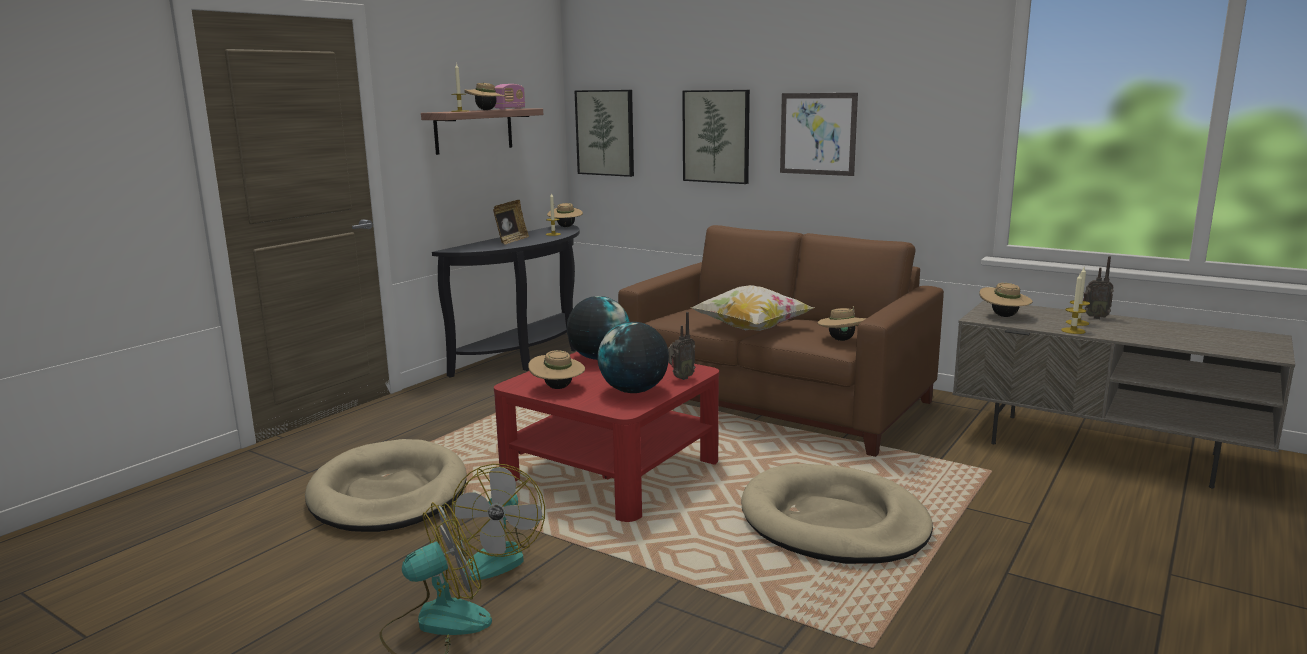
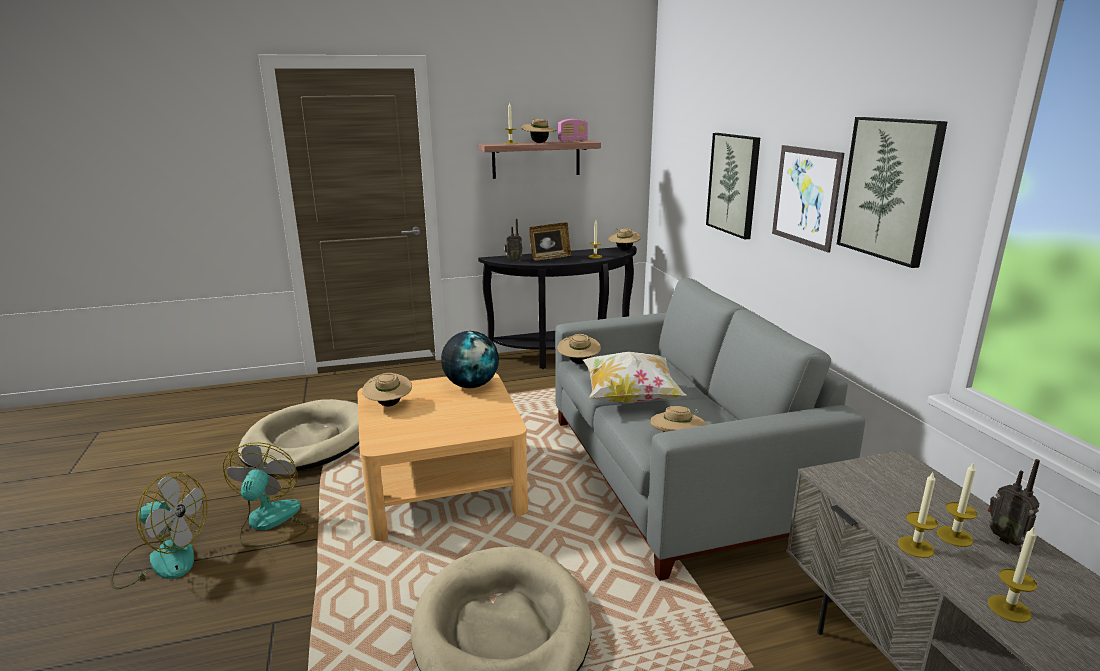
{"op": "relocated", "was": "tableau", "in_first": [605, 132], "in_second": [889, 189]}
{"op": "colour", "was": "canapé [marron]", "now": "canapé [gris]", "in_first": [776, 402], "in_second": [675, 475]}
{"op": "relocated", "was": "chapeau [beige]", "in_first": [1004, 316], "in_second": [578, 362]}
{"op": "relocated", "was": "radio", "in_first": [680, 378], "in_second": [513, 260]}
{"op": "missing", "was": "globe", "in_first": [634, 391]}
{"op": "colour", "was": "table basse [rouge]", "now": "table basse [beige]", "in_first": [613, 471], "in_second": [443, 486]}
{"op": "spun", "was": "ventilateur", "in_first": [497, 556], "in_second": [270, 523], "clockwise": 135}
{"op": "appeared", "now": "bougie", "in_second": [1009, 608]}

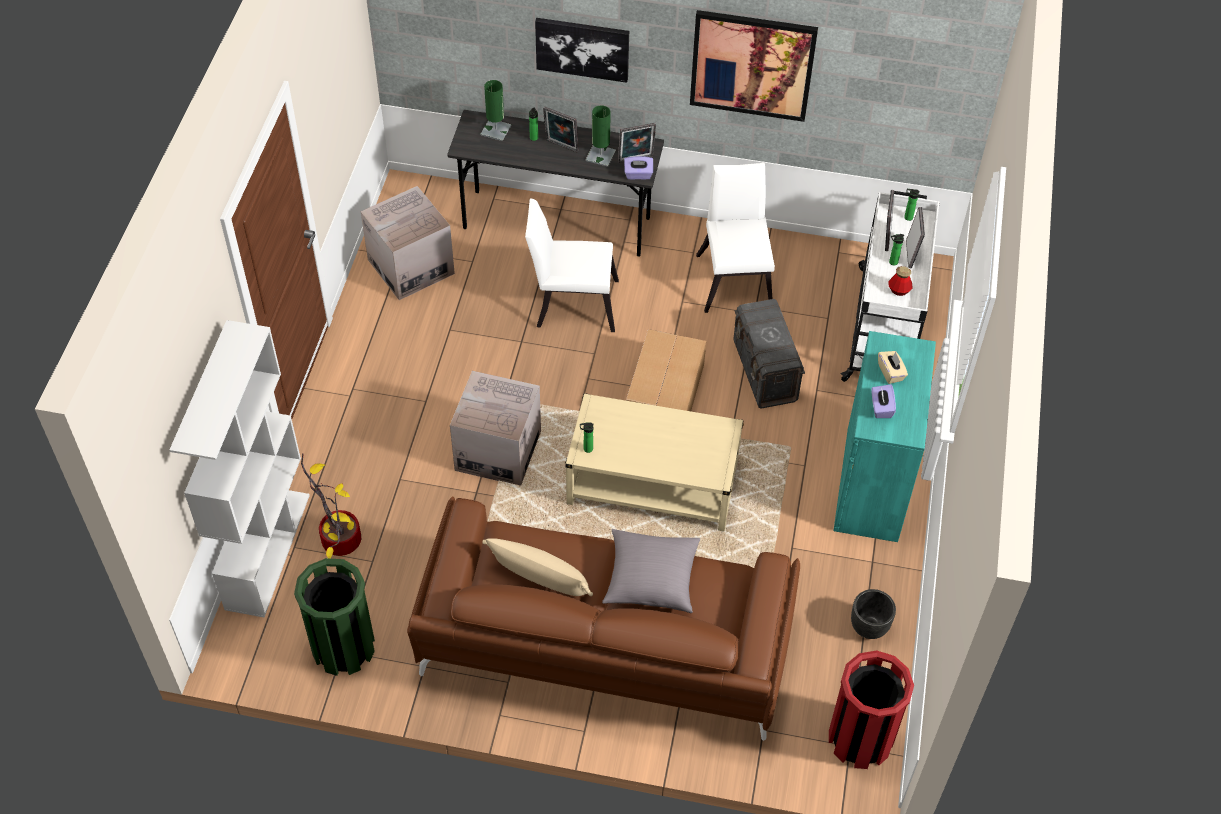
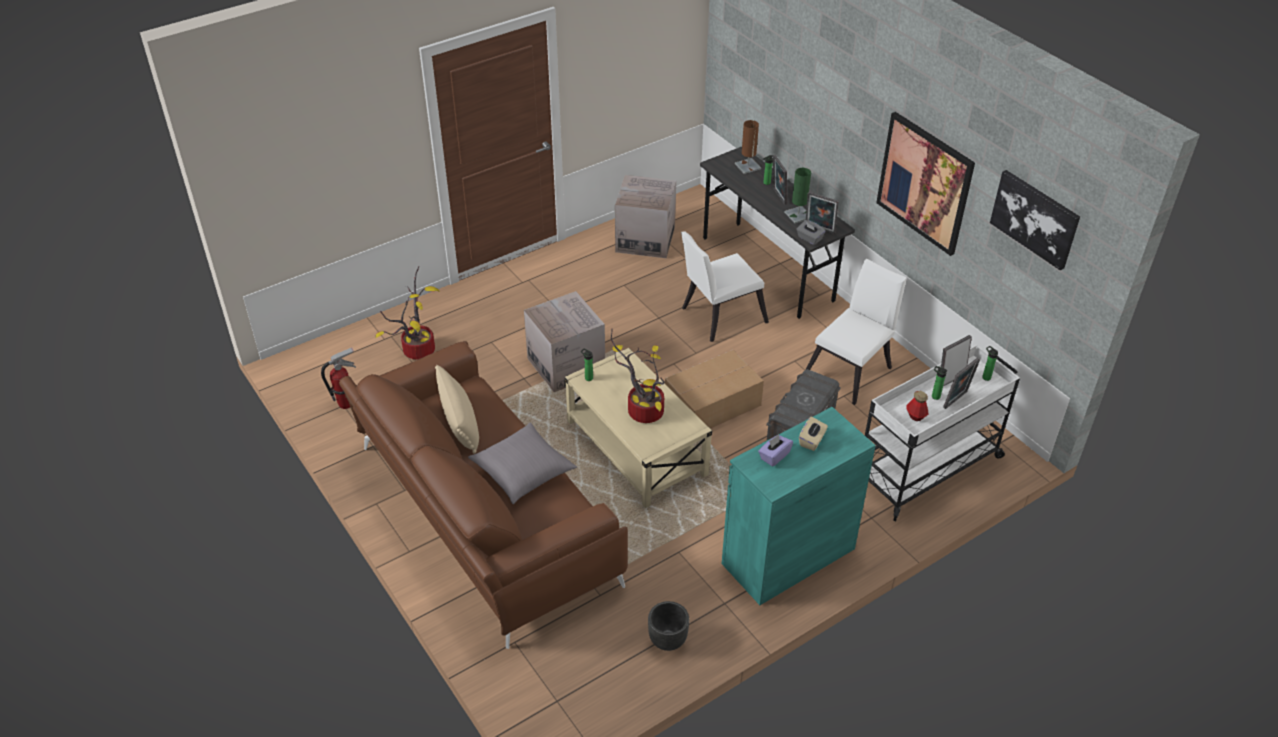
{"op": "relocated", "was": "tableau", "in_first": [582, 48], "in_second": [1035, 218]}
{"op": "colour", "was": "lampe de table [vert]", "now": "lampe de table [marron]", "in_first": [495, 130], "in_second": [747, 166]}
{"op": "colour", "was": "boîte à mouchoirs [violet]", "now": "boîte à mouchoirs [gris]", "in_first": [638, 175], "in_second": [809, 238]}
{"op": "spun", "was": "chaise [blanc]", "in_first": [571, 302], "in_second": [719, 316], "clockwise": -75}
{"op": "missing", "was": "bibliothèque [blanc]", "in_first": [267, 550]}
{"op": "exchanged", "was": "poubelle [vert]", "now": "extincteur", "in_first": [343, 648], "in_second": [346, 404]}
{"op": "missing", "was": "poubelle [rouge]", "in_first": [860, 739]}
{"op": "appeared", "now": "plante en pot", "in_second": [642, 411]}

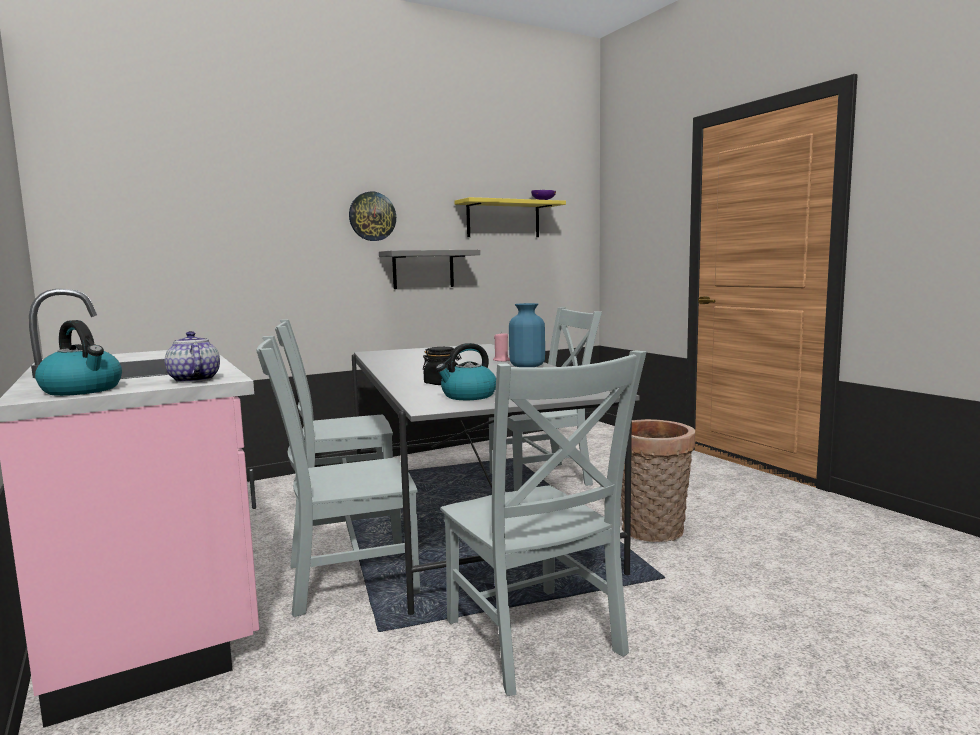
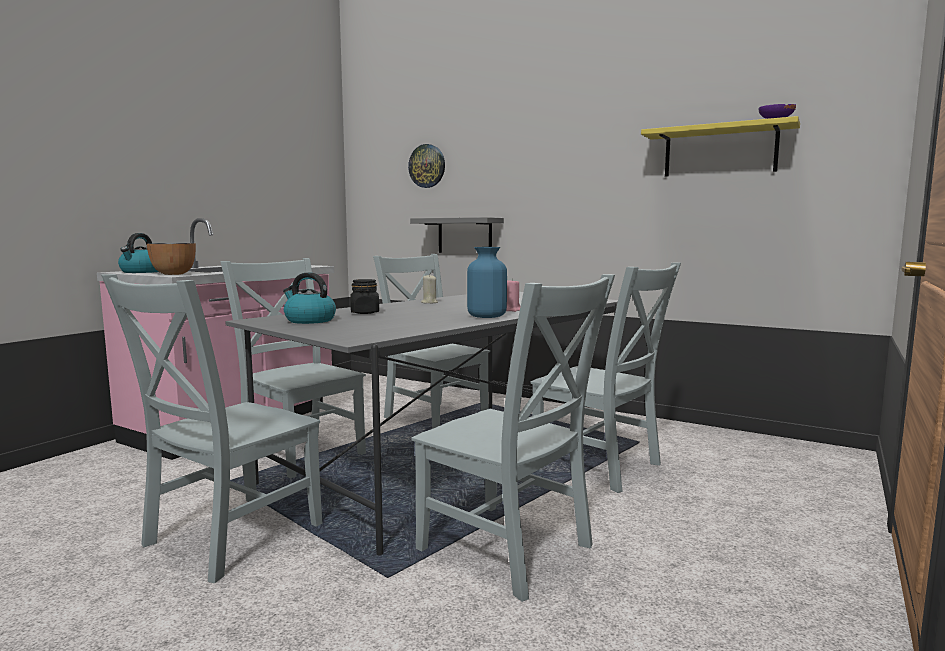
{"op": "relocated", "was": "horloge murale", "in_first": [372, 216], "in_second": [427, 166]}
{"op": "relocated", "was": "étagère [gris]", "in_first": [423, 269], "in_second": [465, 235]}
{"op": "exchanged", "was": "théière", "now": "bol", "in_first": [193, 380], "in_second": [174, 274]}
{"op": "exchanged", "was": "panier", "now": "chaise [gris]", "in_first": [652, 533], "in_second": [510, 551]}
{"op": "appeared", "now": "bougie [beige]", "in_second": [429, 302]}

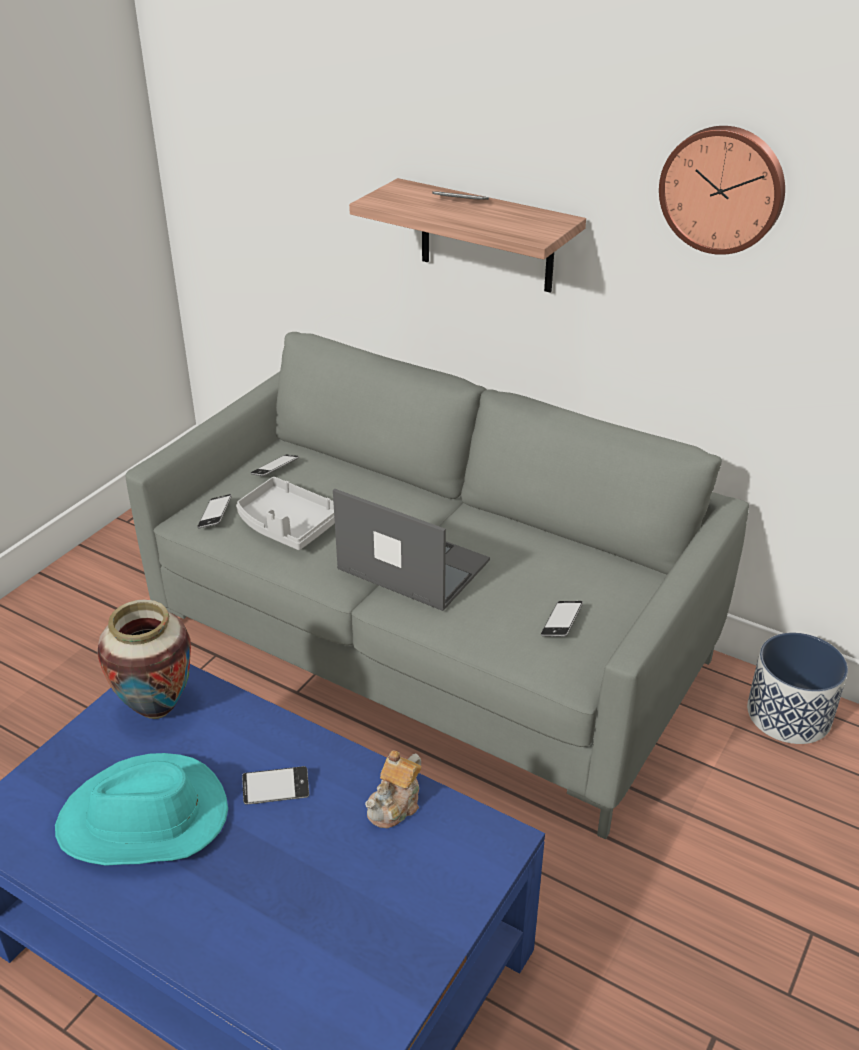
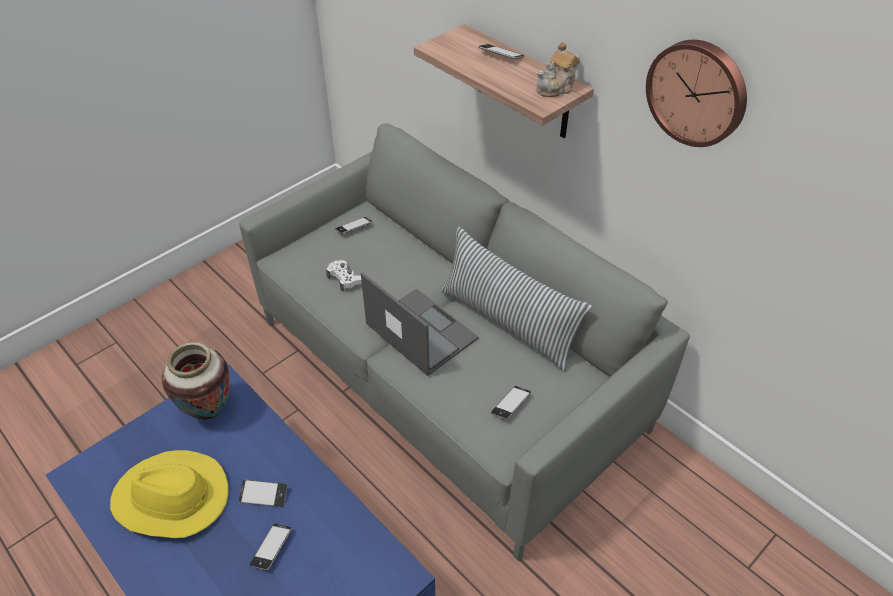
{"op": "exchanged", "was": "plateau [gris]", "now": "manette [blanc]", "in_first": [287, 525], "in_second": [345, 279]}
{"op": "relocated", "was": "téléphone", "in_first": [215, 515], "in_second": [272, 548]}
{"op": "missing", "was": "cache-pot", "in_first": [789, 715]}
{"op": "relocated", "was": "théière", "in_first": [395, 805], "in_second": [556, 88]}
{"op": "colour", "was": "chapeau [turquoise]", "now": "chapeau [jaune]", "in_first": [144, 820], "in_second": [171, 499]}
{"op": "appeared", "now": "coussin", "in_second": [508, 323]}

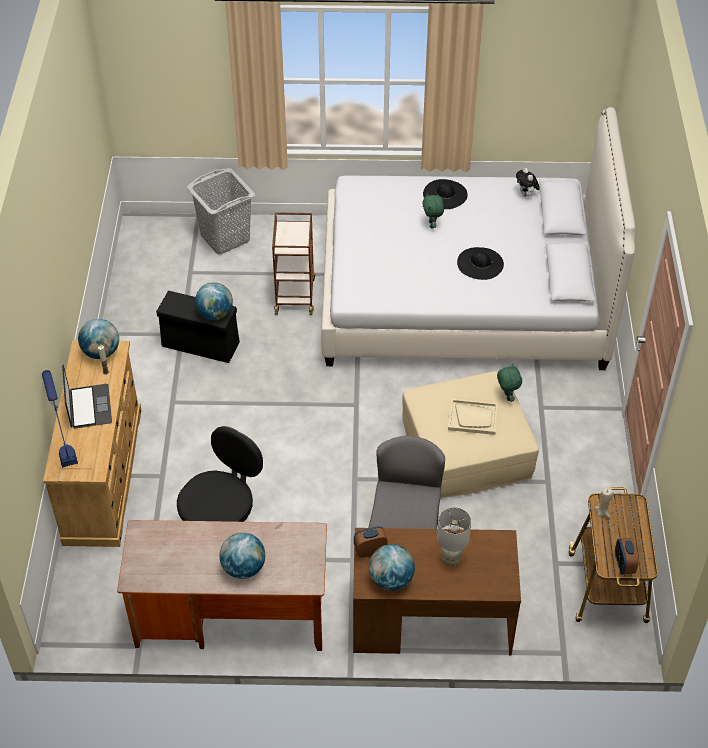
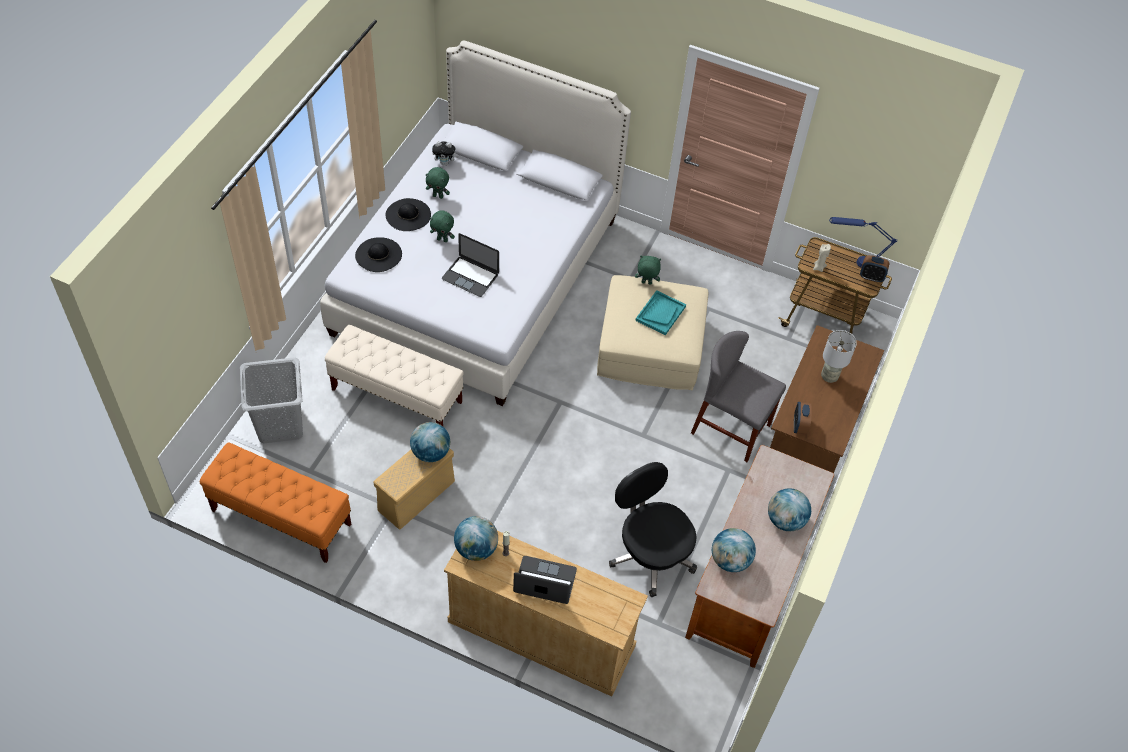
{"op": "exchanged", "was": "chariot [marron]", "now": "banc [beige]", "in_first": [295, 295], "in_second": [397, 396]}
{"op": "relocated", "was": "chapeau [noir]", "in_first": [480, 263], "in_second": [378, 255]}
{"op": "colour", "was": "boîte de rangement [noir]", "now": "boîte de rangement [beige]", "in_first": [199, 344], "in_second": [415, 496]}
{"op": "relocated", "was": "lampe de table [bleu]", "in_first": [64, 444], "in_second": [853, 262]}
{"op": "colour", "was": "plateau [beige]", "now": "plateau [turquoise]", "in_first": [473, 418], "in_second": [660, 313]}
{"op": "relocated", "was": "globe", "in_first": [391, 579], "in_second": [730, 560]}
{"op": "appeared", "now": "peluche [vert]", "in_second": [438, 196]}
{"op": "appeared", "now": "ordinateur portable", "in_second": [470, 276]}
{"op": "appeared", "now": "banc [orange]", "in_second": [281, 518]}

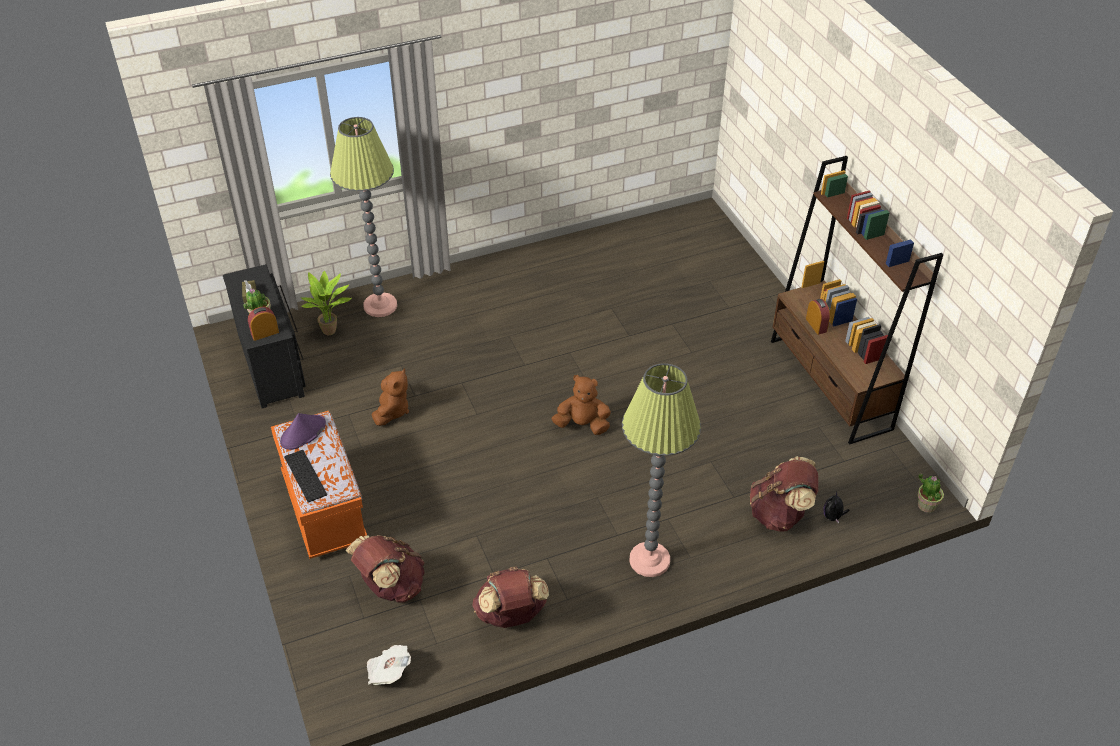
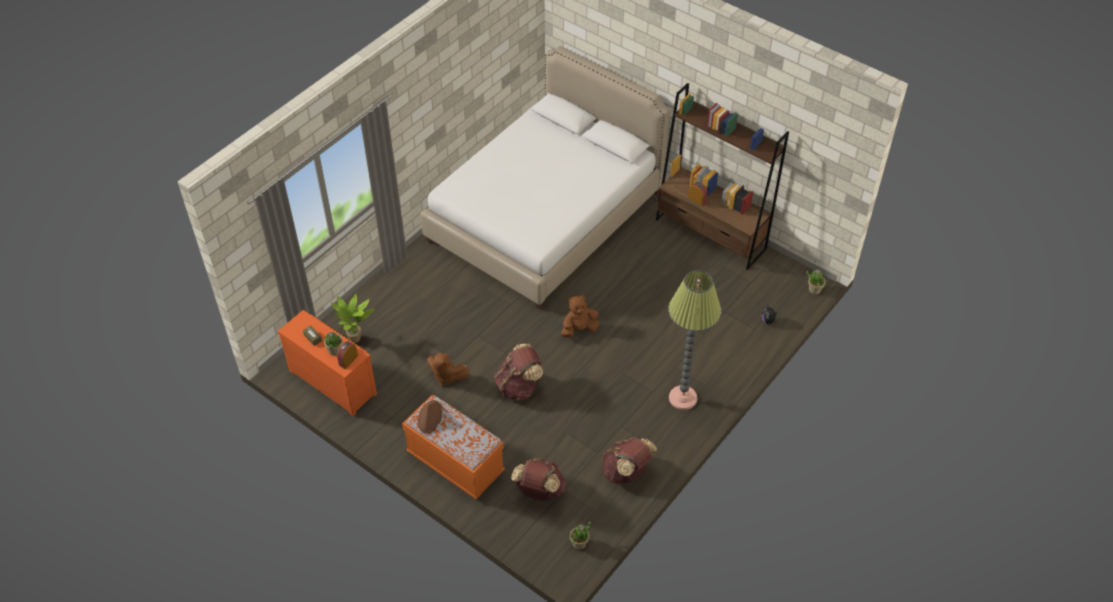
{"op": "missing", "was": "lampadaire", "in_first": [380, 305]}
{"op": "colour", "was": "commode [noir]", "now": "commode [orange]", "in_first": [273, 364], "in_second": [334, 380]}
{"op": "spun", "was": "peluche [marron]", "in_first": [392, 411], "in_second": [446, 376], "clockwise": 135}
{"op": "colour", "was": "chapeau [violet]", "now": "chapeau [marron]", "in_first": [303, 433], "in_second": [430, 417]}
{"op": "missing", "was": "clavier", "in_first": [304, 476]}
{"op": "relocated", "was": "sac à dos [marron]", "in_first": [780, 514], "in_second": [519, 386]}
{"op": "exchanged", "was": "journal", "now": "plante en pot", "in_first": [388, 671], "in_second": [579, 543]}
{"op": "appeared", "now": "lit [blanc]", "in_second": [545, 216]}

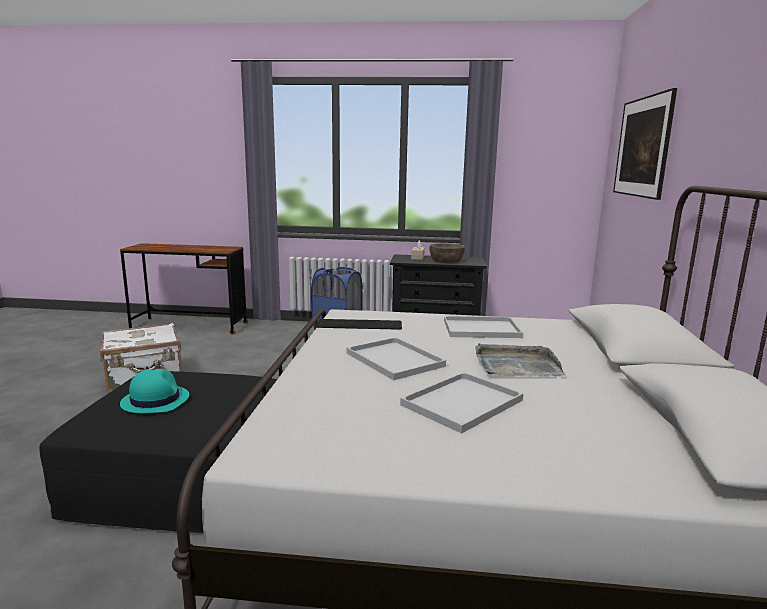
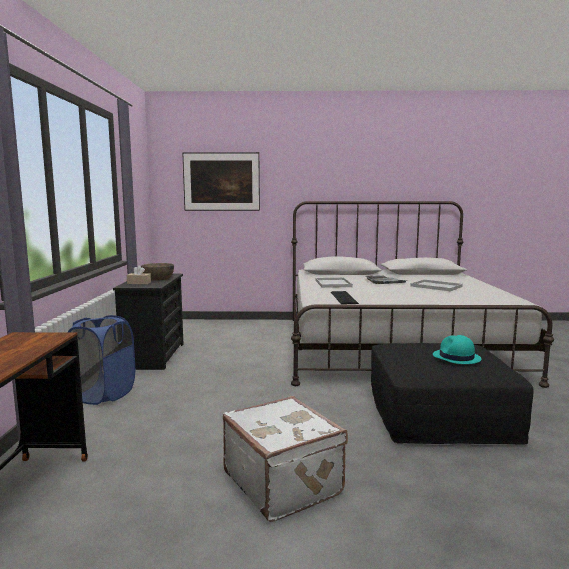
{"op": "missing", "was": "plateau [blanc]", "in_first": [396, 360]}

